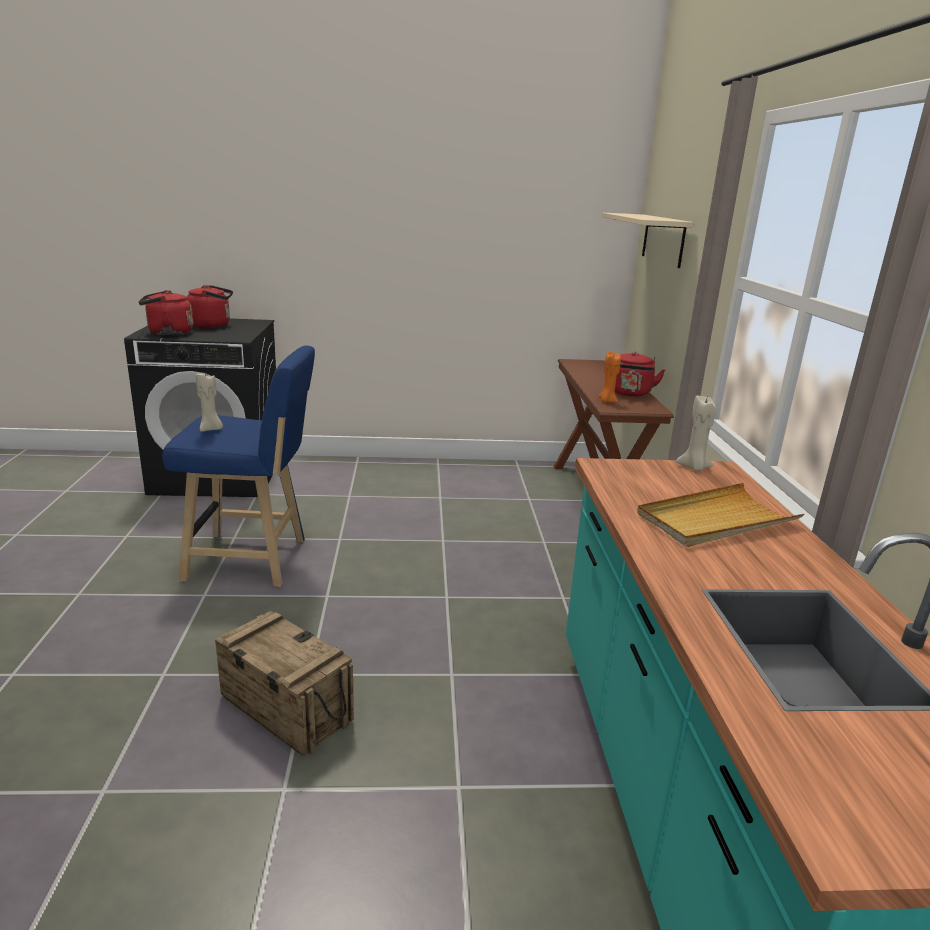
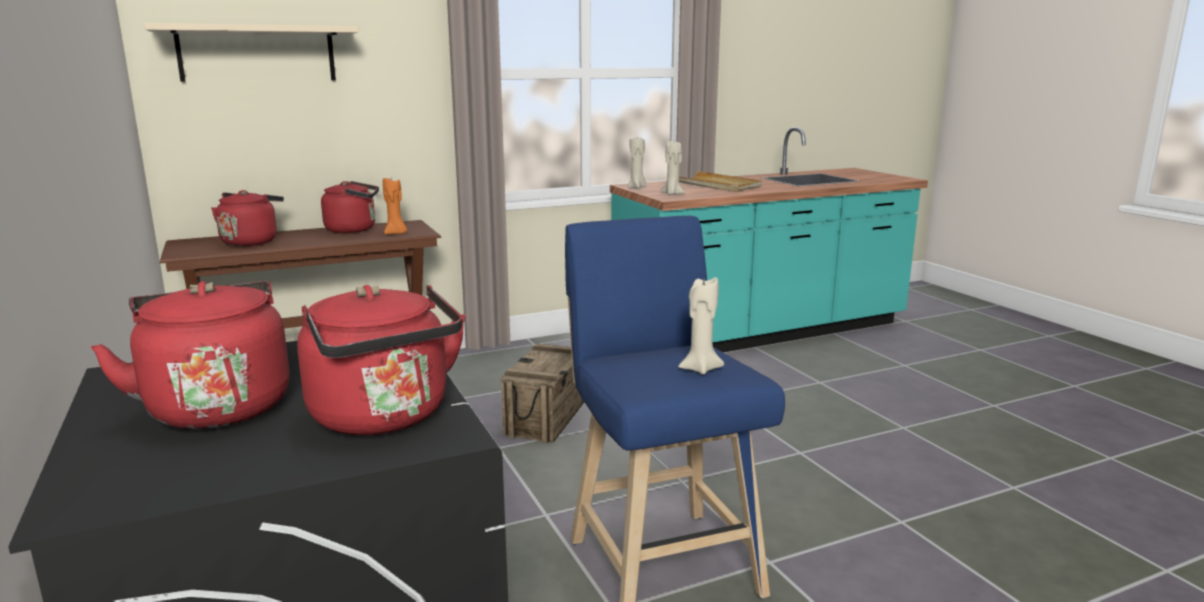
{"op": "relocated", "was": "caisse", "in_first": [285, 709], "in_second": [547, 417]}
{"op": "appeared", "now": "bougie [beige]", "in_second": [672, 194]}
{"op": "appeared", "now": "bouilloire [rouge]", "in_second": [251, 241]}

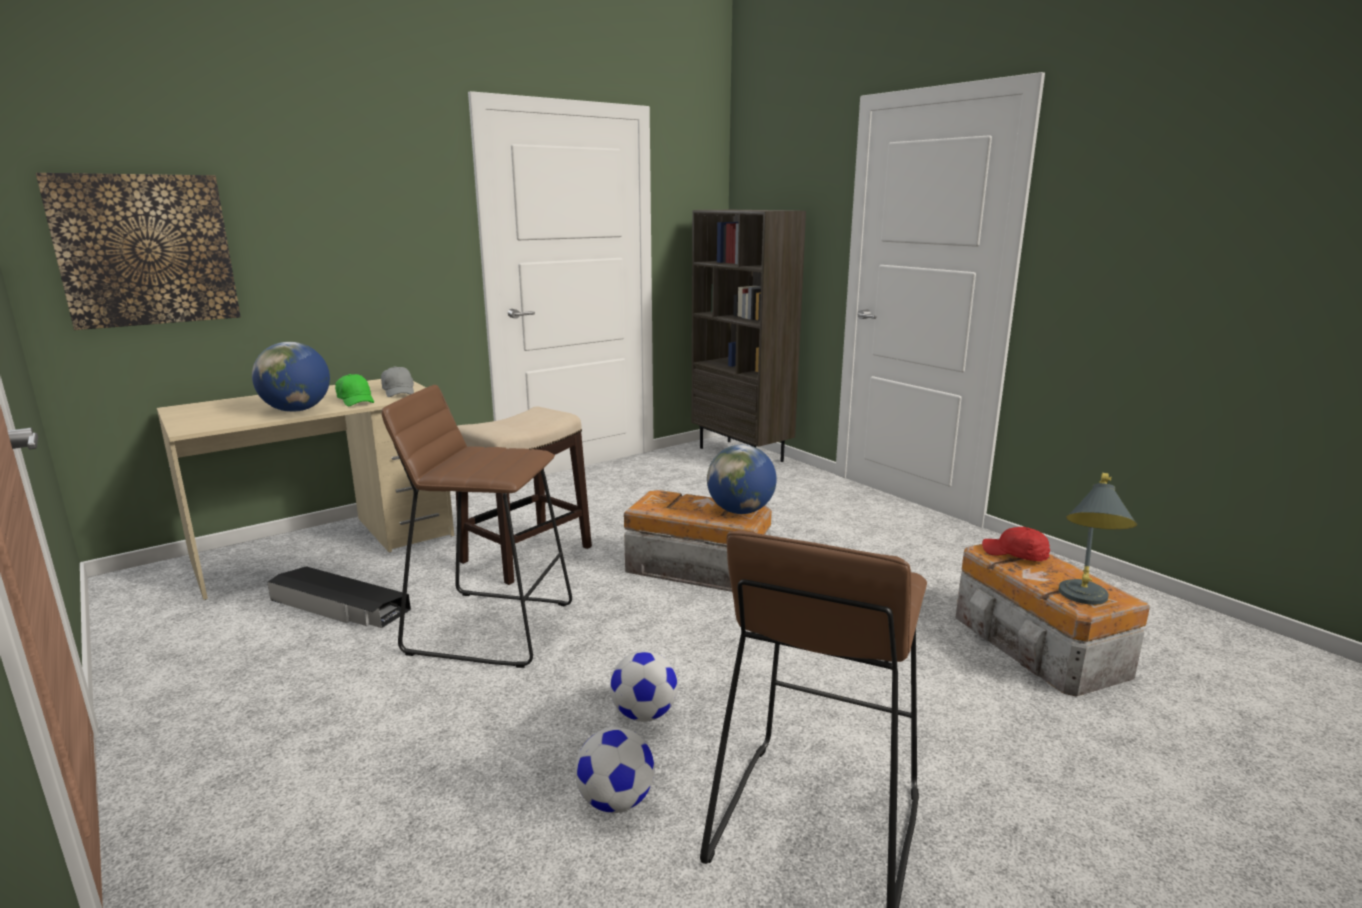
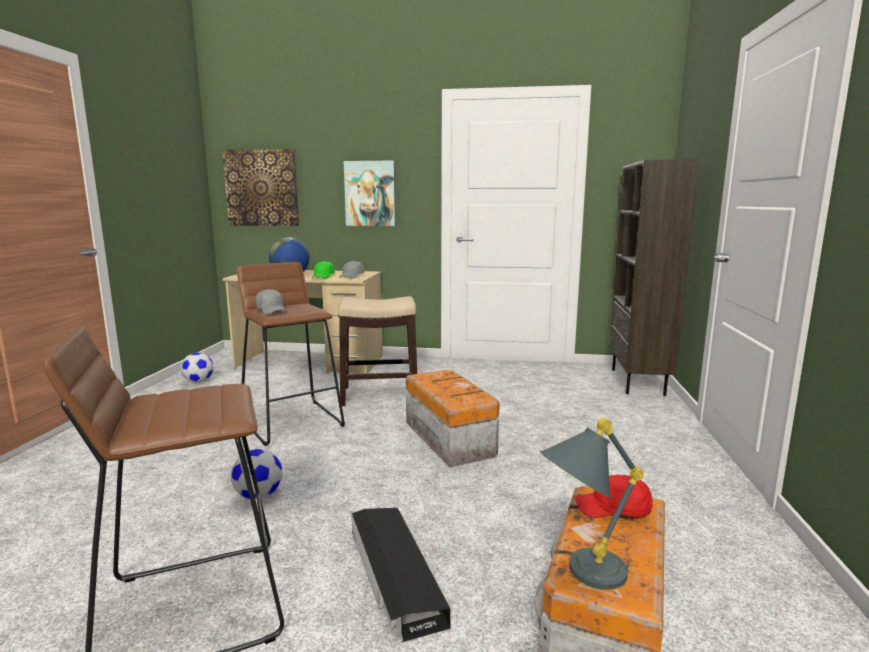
{"op": "missing", "was": "globe", "in_first": [740, 511]}
{"op": "spun", "was": "casquette [rouge]", "in_first": [1015, 555], "in_second": [614, 510], "clockwise": -75}
{"op": "relocated", "was": "boîte de rangement [noir]", "in_first": [340, 606], "in_second": [394, 575]}
{"op": "relocated", "was": "ballon de foot", "in_first": [615, 801], "in_second": [198, 381]}
{"op": "appeared", "now": "tableau", "in_second": [370, 193]}
{"op": "appeared", "now": "casquette [gris]", "in_second": [271, 310]}

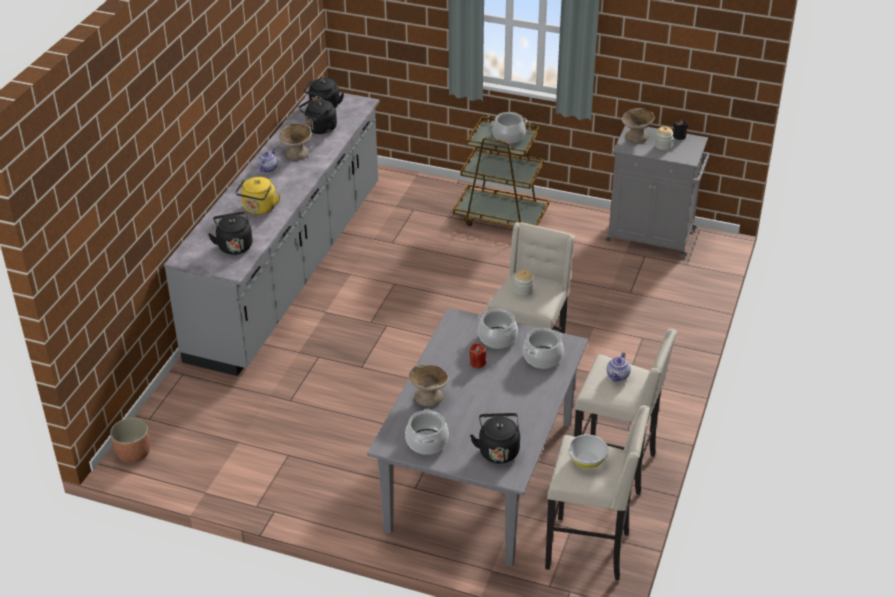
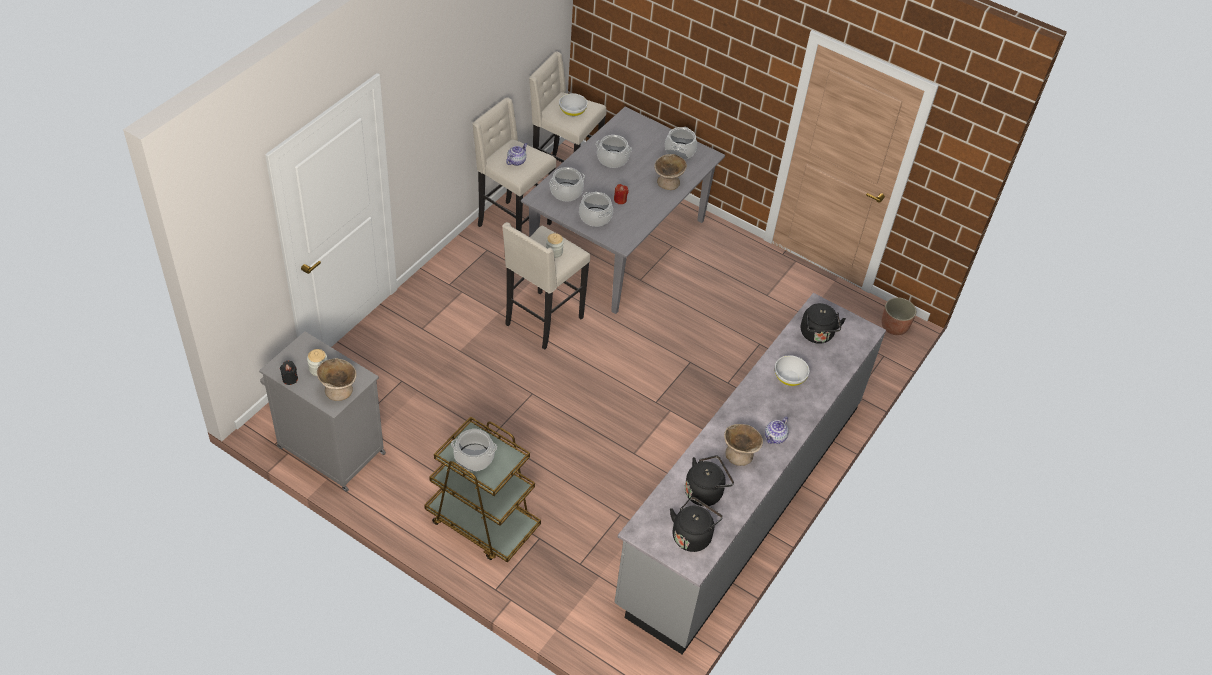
{"op": "exchanged", "was": "bouilloire [jaune]", "now": "bol [blanc]", "in_first": [259, 209], "in_second": [789, 377]}
{"op": "missing", "was": "bouilloire [noir]", "in_first": [498, 450]}
{"op": "appeared", "now": "marmite", "in_second": [612, 159]}

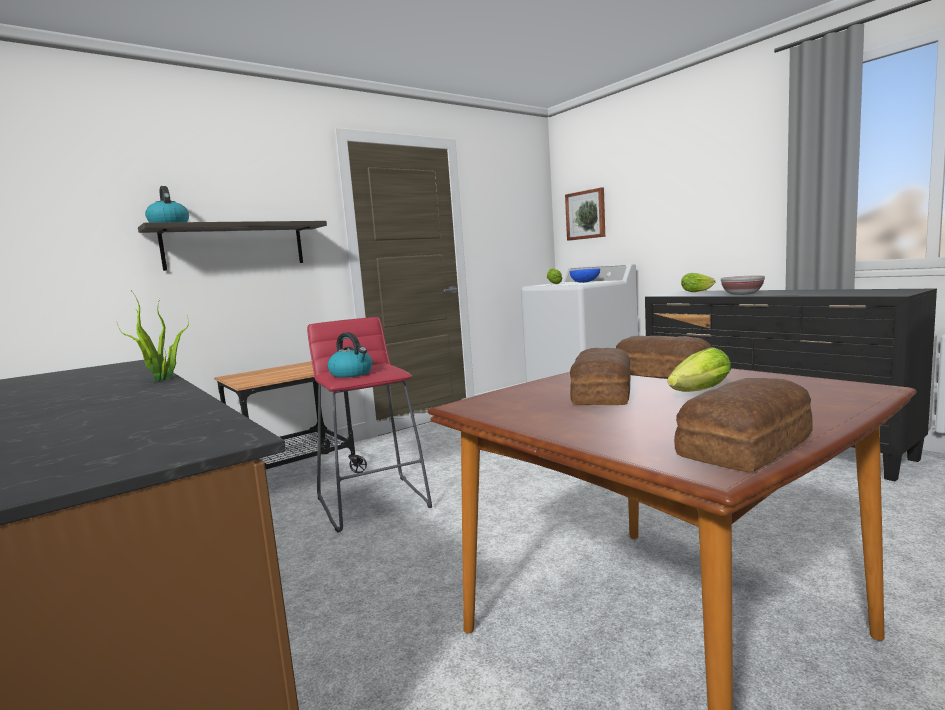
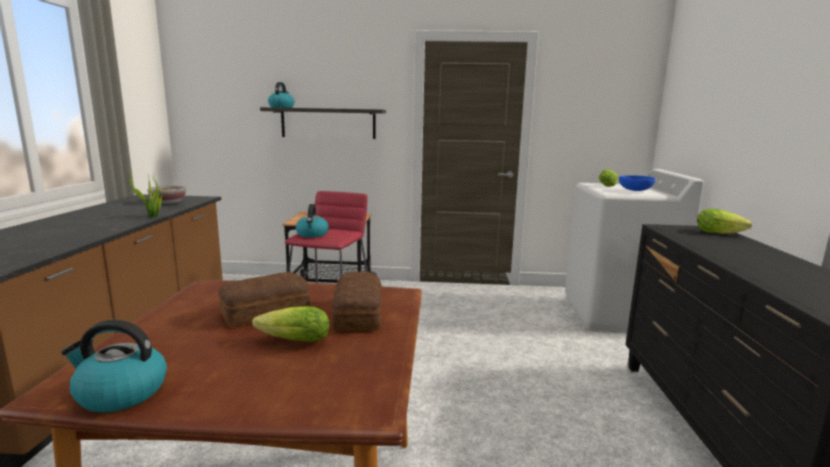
{"op": "missing", "was": "tableau", "in_first": [586, 215]}
{"op": "relocated", "was": "bol", "in_first": [742, 294], "in_second": [168, 203]}
{"op": "exchanged", "was": "pain", "now": "bouilloire", "in_first": [748, 446], "in_second": [120, 393]}

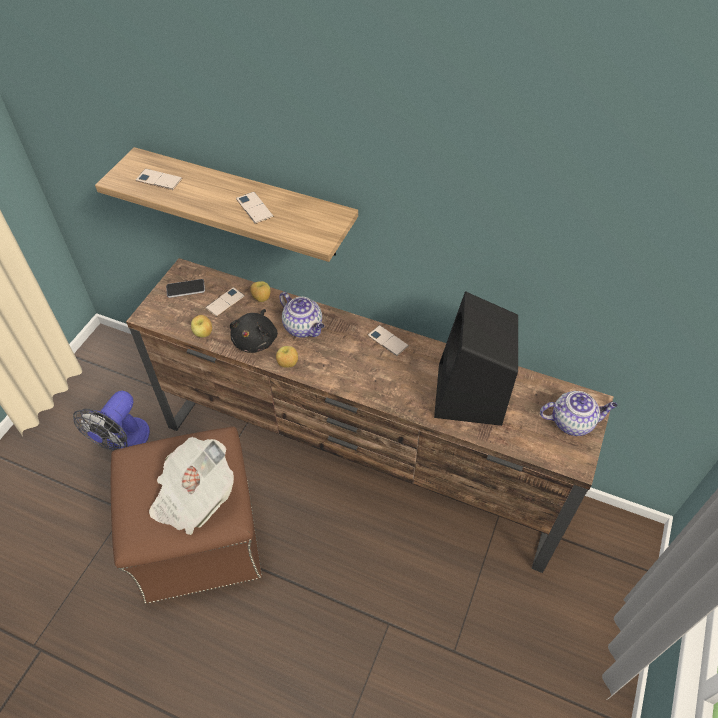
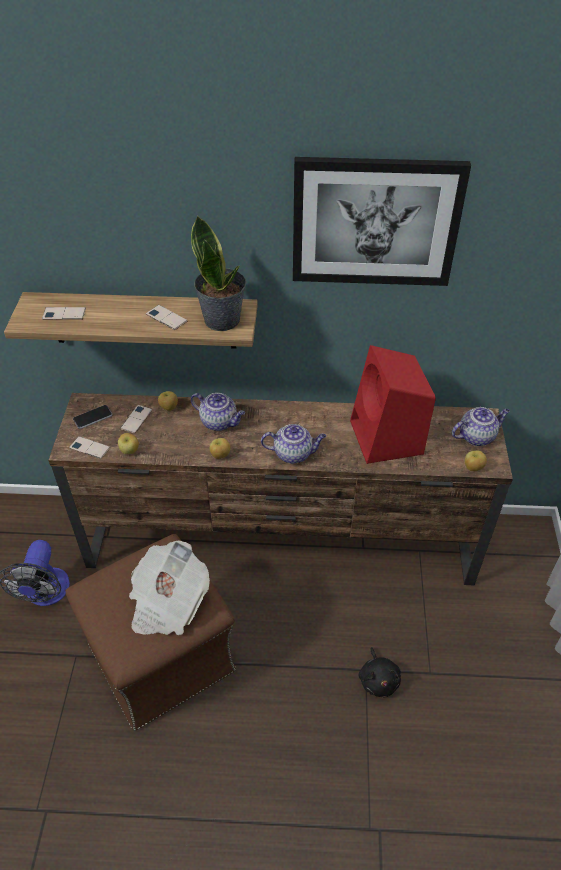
{"op": "colour", "was": "enceinte [noir]", "now": "enceinte [rouge]", "in_first": [470, 396], "in_second": [387, 438]}
{"op": "relocated", "was": "peluche [noir]", "in_first": [256, 340], "in_second": [378, 679]}
{"op": "relocated", "was": "téléphone", "in_first": [387, 341], "in_second": [89, 448]}
{"op": "appeared", "now": "tableau", "in_second": [375, 222]}
{"op": "appeared", "now": "plante en pot", "in_second": [222, 319]}
{"op": "appeared", "now": "théière", "in_second": [294, 453]}
{"op": "appeared", "now": "pomme", "in_second": [473, 468]}

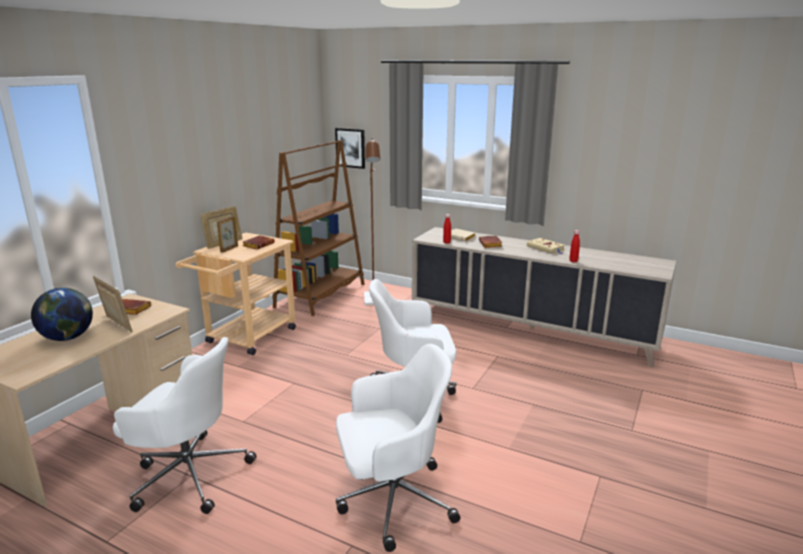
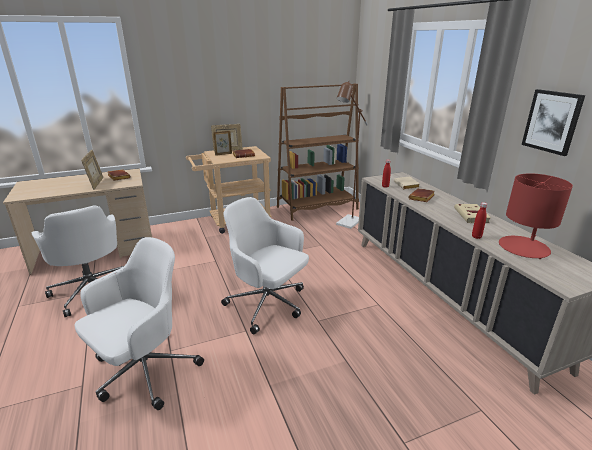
{"op": "relocated", "was": "tableau", "in_first": [350, 148], "in_second": [552, 121]}
{"op": "missing", "was": "globe", "in_first": [68, 337]}
{"op": "spun", "was": "chaise de bureau [blanc]", "in_first": [392, 500], "in_second": [144, 371], "clockwise": -75}
{"op": "appeared", "now": "lampe de table [rouge]", "in_second": [524, 248]}

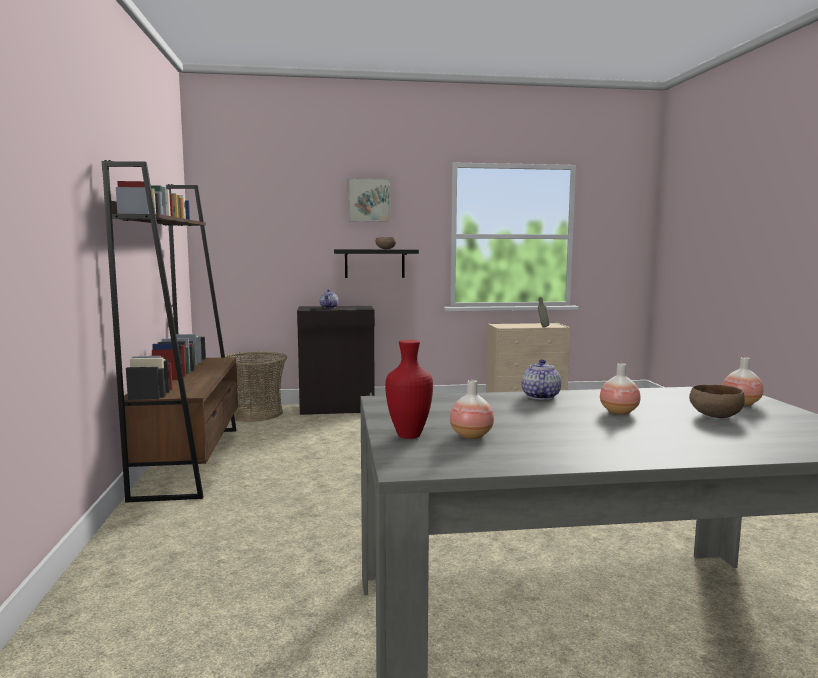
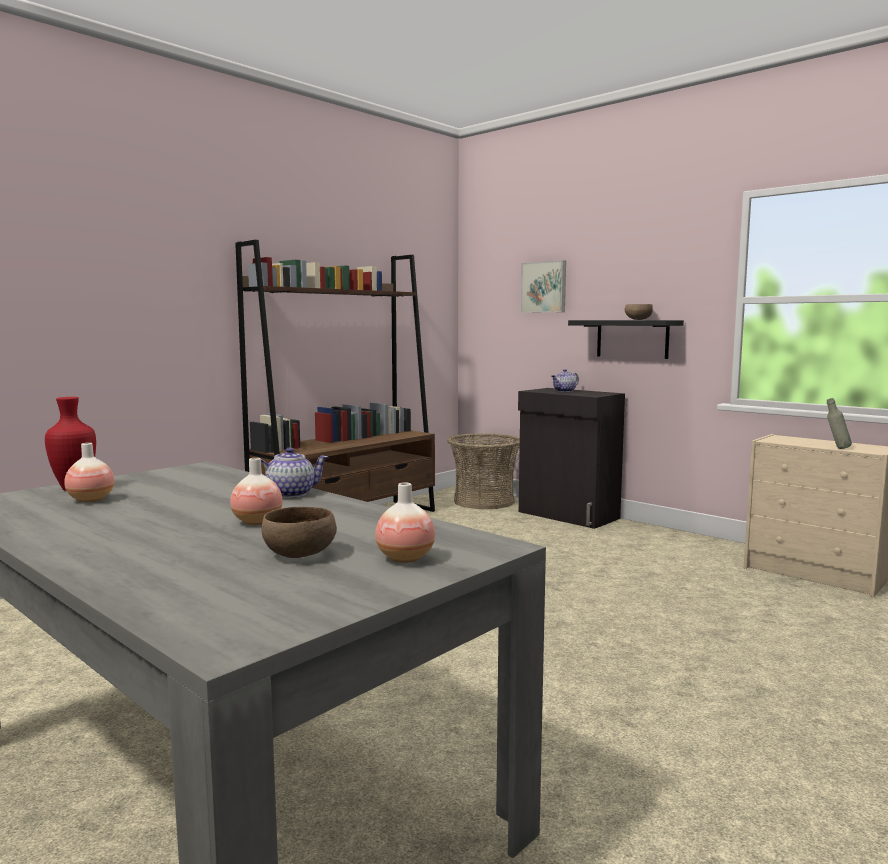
{"op": "relocated", "was": "tableau", "in_first": [369, 200], "in_second": [544, 287]}

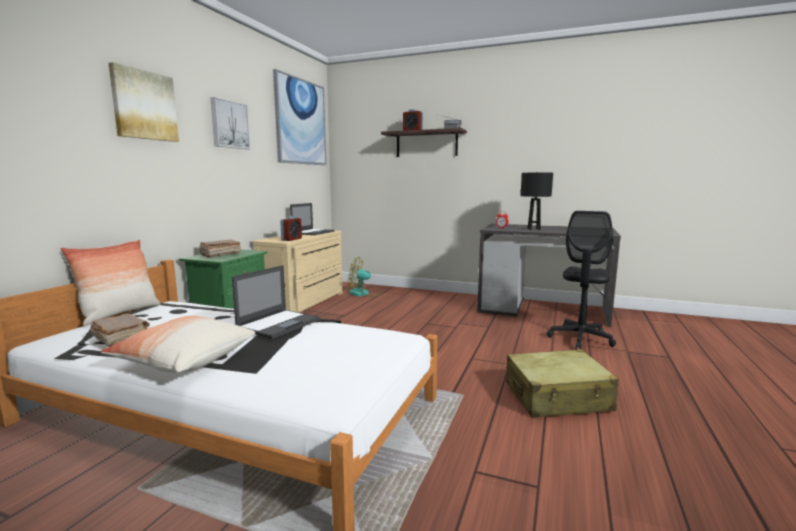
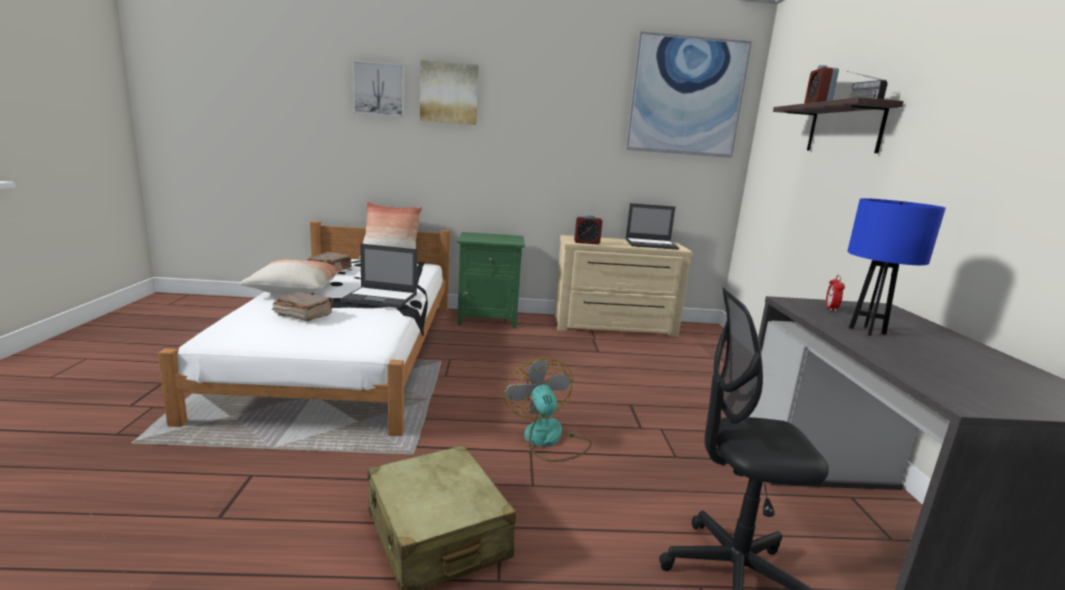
{"op": "relocated", "was": "tableau", "in_first": [229, 124], "in_second": [379, 89]}
{"op": "colour", "was": "lampe de table [noir]", "now": "lampe de table [bleu]", "in_first": [533, 229], "in_second": [867, 331]}
{"op": "relocated", "was": "livre [marron]", "in_first": [220, 255], "in_second": [303, 315]}
{"op": "relocated", "was": "ventilateur", "in_first": [363, 293], "in_second": [548, 440]}

